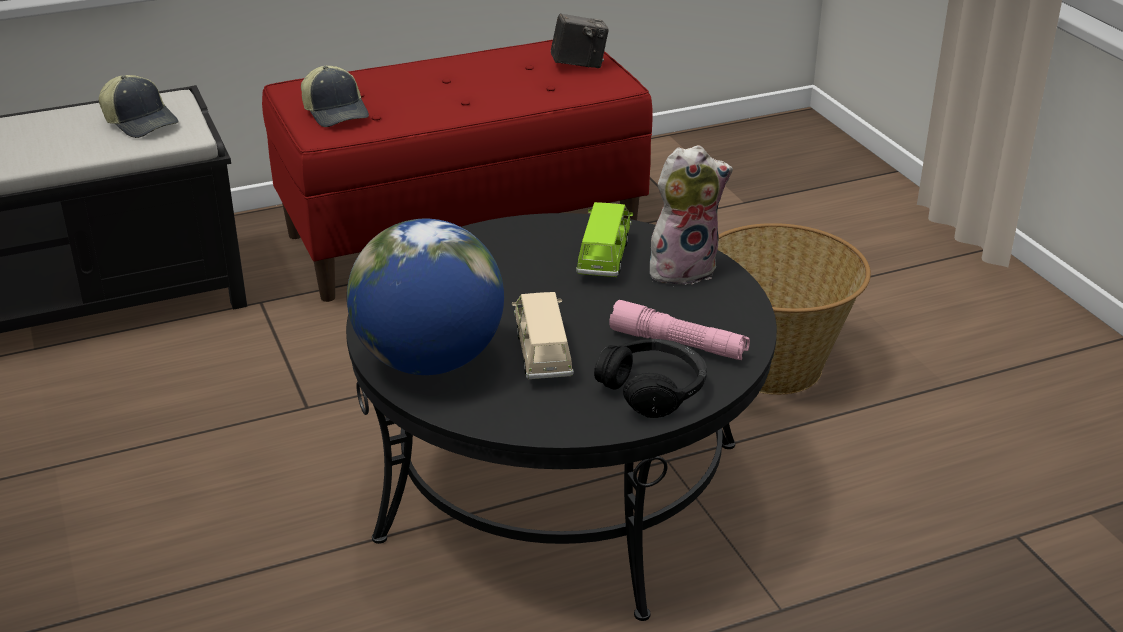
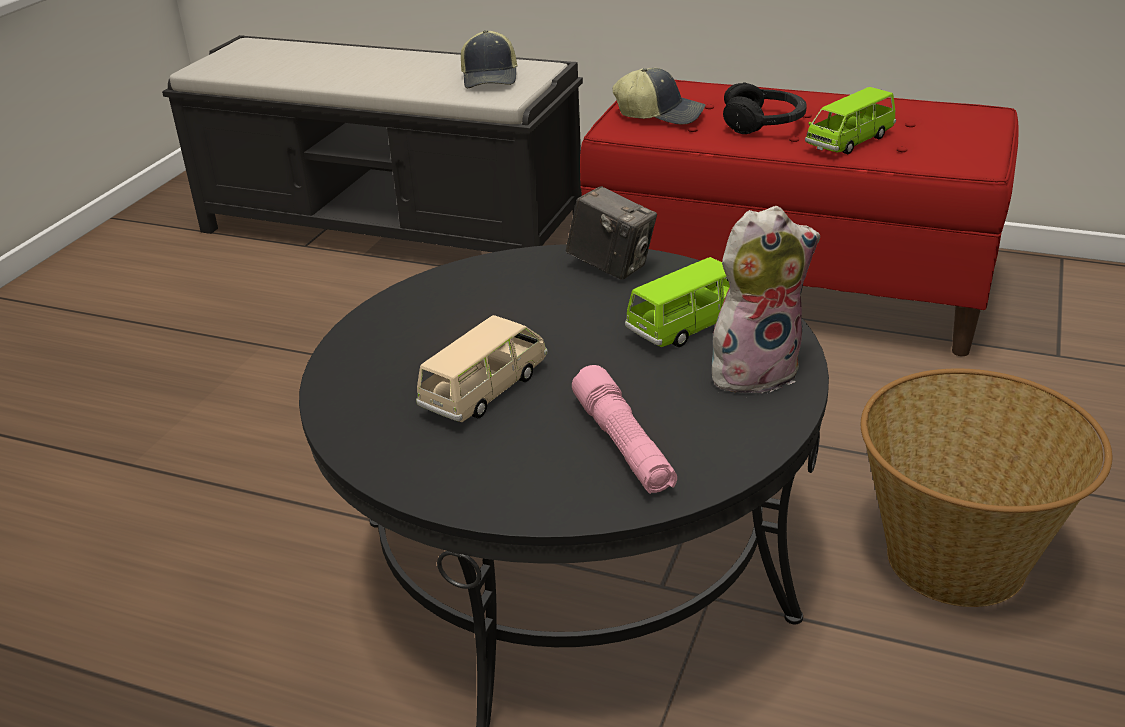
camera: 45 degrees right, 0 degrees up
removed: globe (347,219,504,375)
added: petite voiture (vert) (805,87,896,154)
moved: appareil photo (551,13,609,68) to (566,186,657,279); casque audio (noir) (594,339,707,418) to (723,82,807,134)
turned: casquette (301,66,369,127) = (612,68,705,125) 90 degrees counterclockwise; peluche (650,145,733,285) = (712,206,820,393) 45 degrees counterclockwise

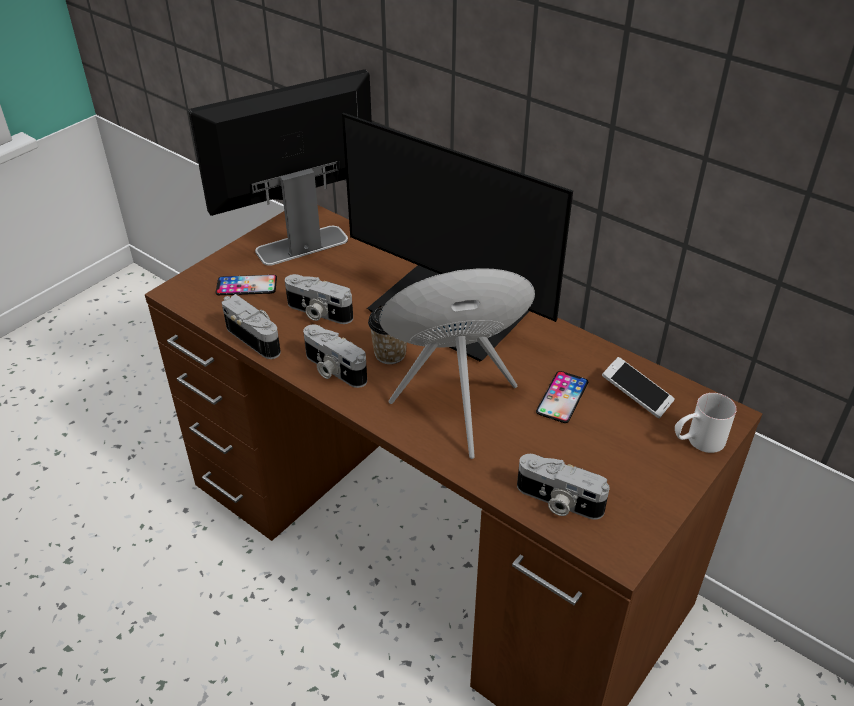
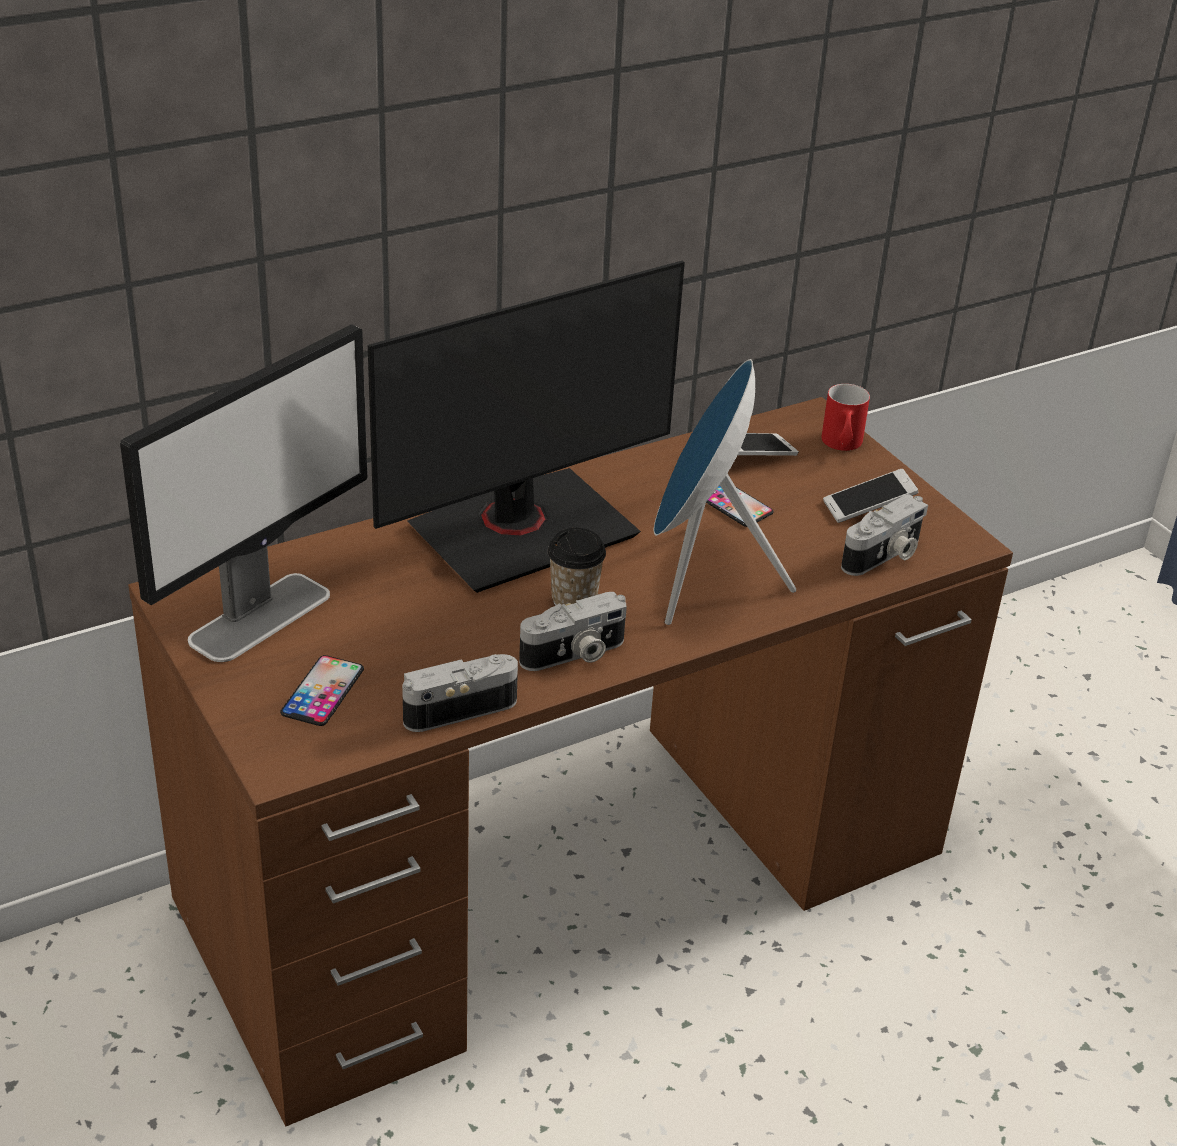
camera: 70 degrees left, 5 degrees down
removed: appareil photo (285,274,353,324)
added: téléphone (823,469,918,523)
recoloured: mug (blanc) (675,393,737,453) to mug (rouge) (821,384,870,451)
turned: écran d'ordinateur (188,69,372,266) = (120,324,367,662) 135 degrees counterclockwise

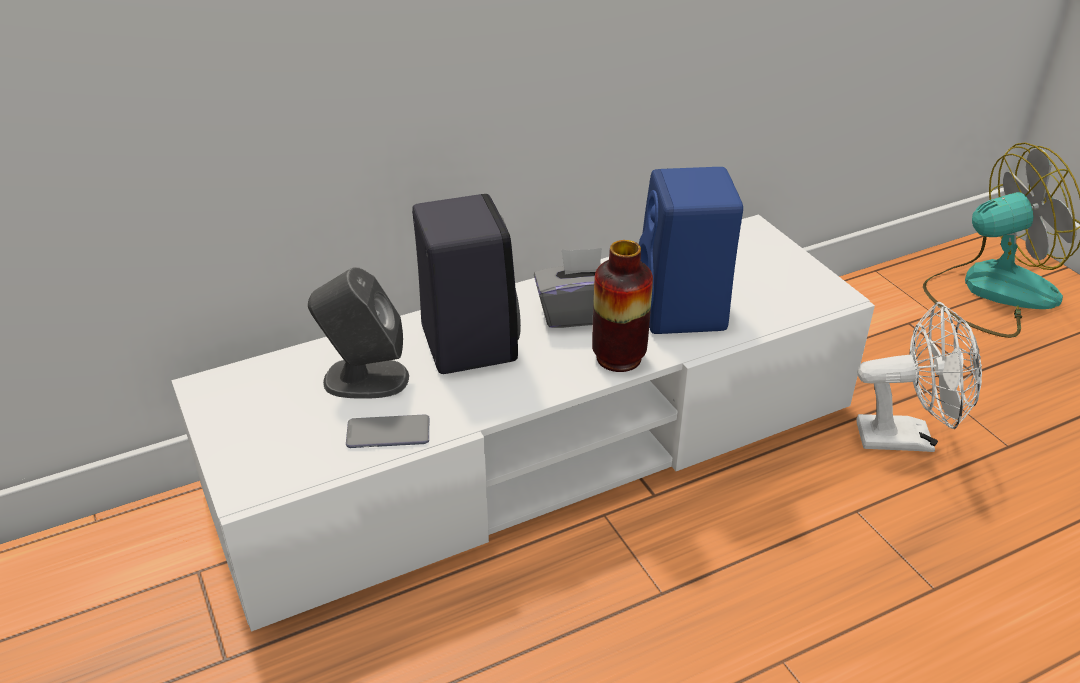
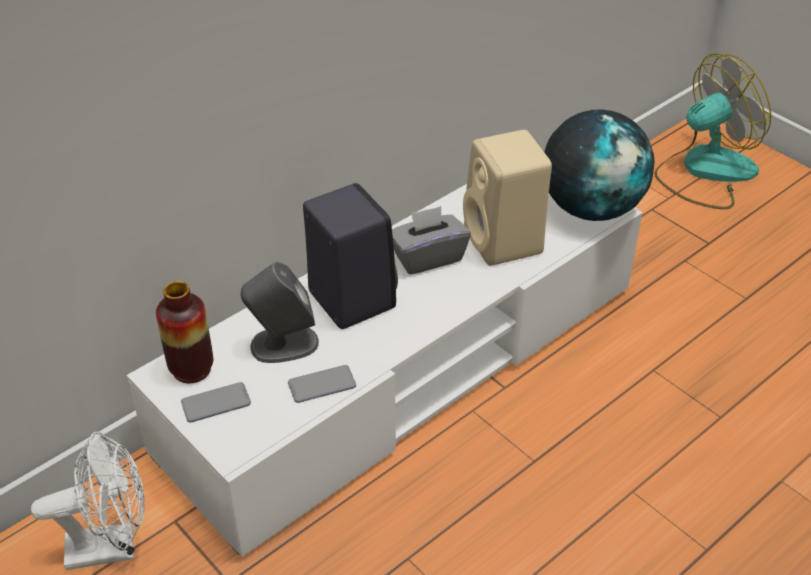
camera: 15 degrees left, 5 degrees up
added: téléphone (181,382,251,422); globe (544,109,655,221)
moved: vase (592,240,653,372) to (156,281,213,383); ventilateur (blanc) (856,302,982,452) to (31,432,145,570)
recoloured: enceinte (bleu) (639,167,743,334) to enceinte (beige) (463,130,552,266)

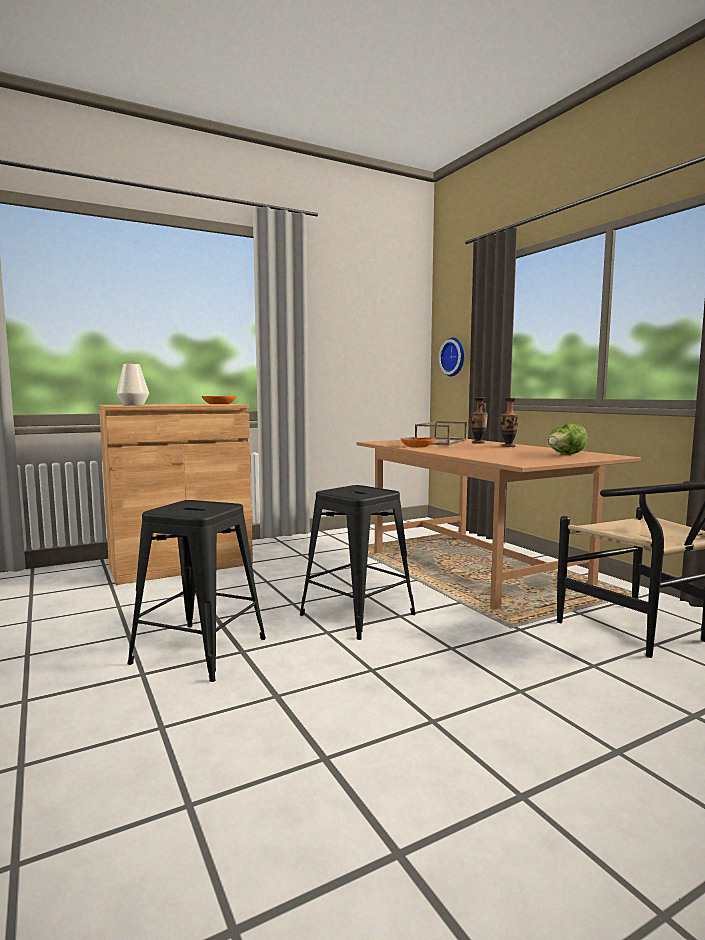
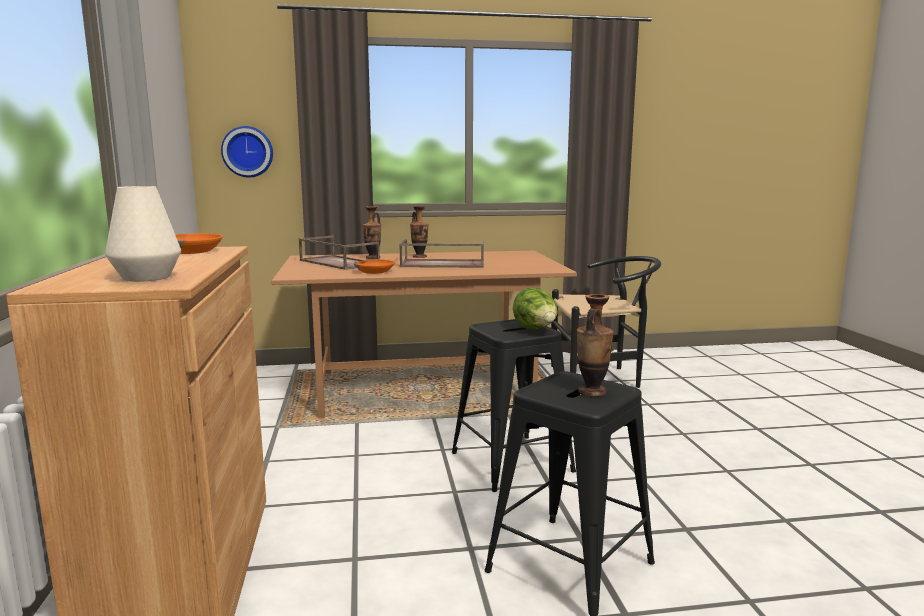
camera: 70 degrees left, 5 degrees up
added: plateau (marron) (399,239,484,268); vase (577,294,614,396)
moved: laitue (548,422,588,455) to (513,287,558,329)

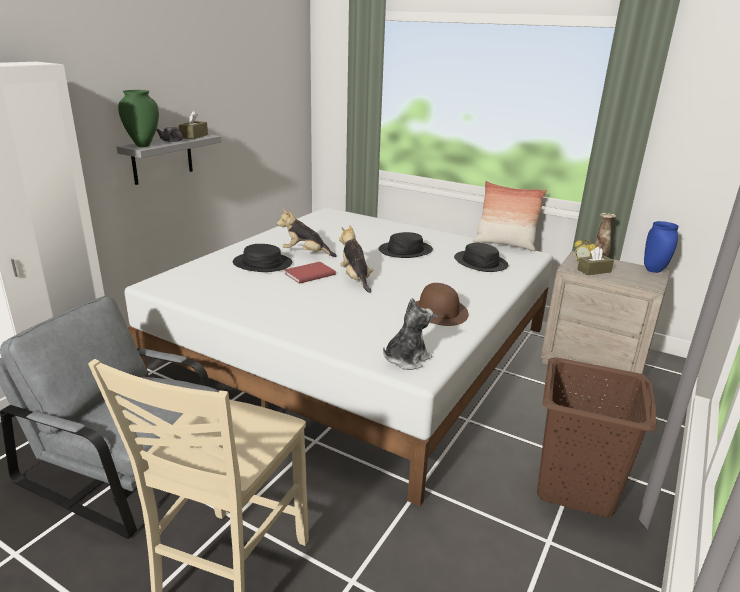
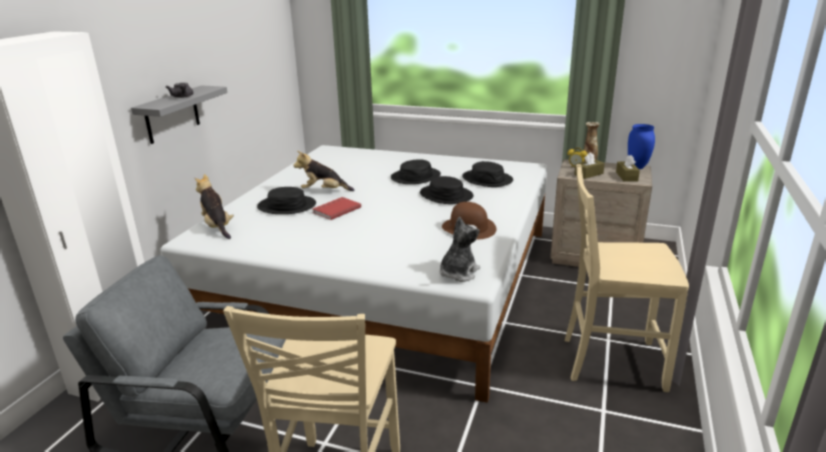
camera: 10 degrees left, 0 degrees up
removed: vase (vert) (118,90,159,147); coussin (473,181,547,251)
added: chapeau (noir) (420,176,473,204)
moved: boîte à mouchoirs (marron) (179,111,208,139) to (616,155,640,182); peluche (339,225,373,293) to (195,174,234,239)
replaced: panier à linge (marron) (537,357,657,517) to chaise (beige) (565,164,689,392)

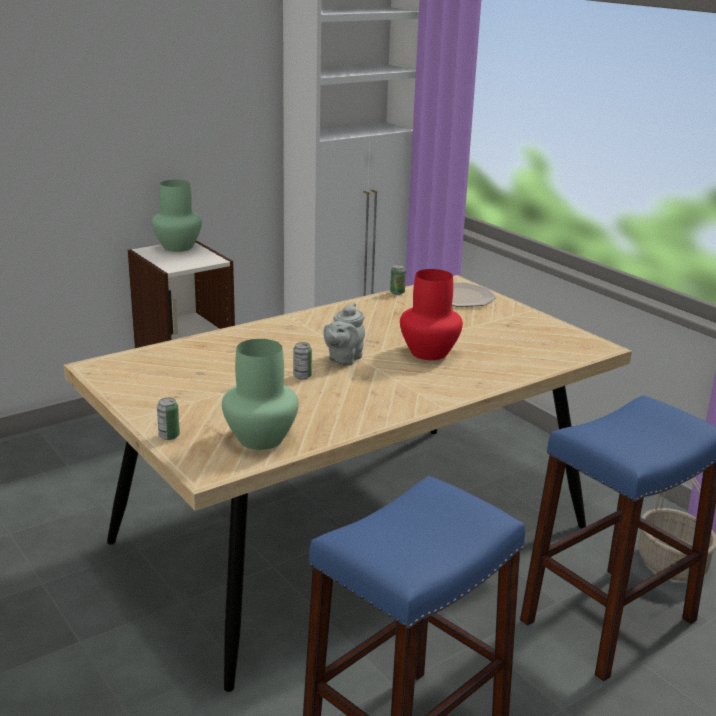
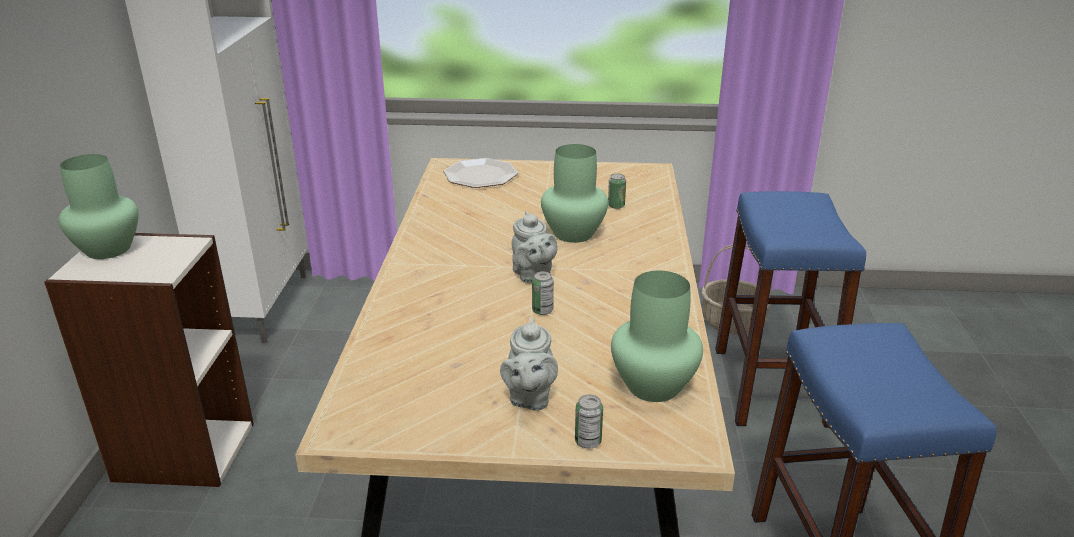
camera: 50 degrees left, 5 degrees up
added: théière (gris) (500,318,558,411)
moved: boîte métallique (390,265,406,295) to (608,173,626,209)
recoloured: vase (rouge) (400,269,463,360) to vase (vert) (541,144,608,243)

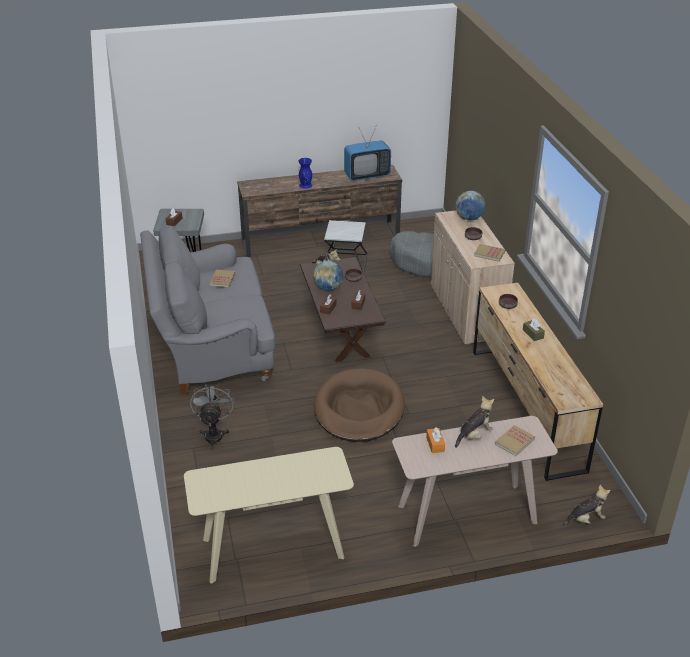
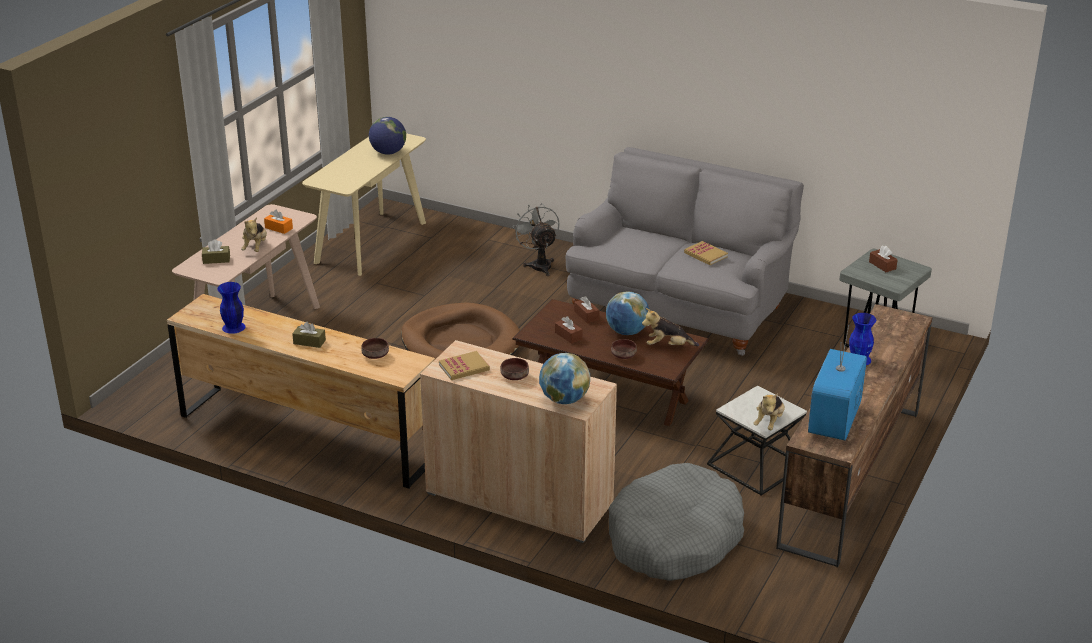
camera: 130 degrees right, 5 degrees down
added: vase (bleu) (217,282,246,334); globe (369,117,406,155)
moved: peluche (563,485,611,527) to (753,393,785,430)
replaced: livre (495,425,535,456) to boîte à mouchoirs (marron) (202,240,230,264)
turned: ventilateur (gris) (190,383,234,449) = (512,203,560,276) 150 degrees counterclockwise

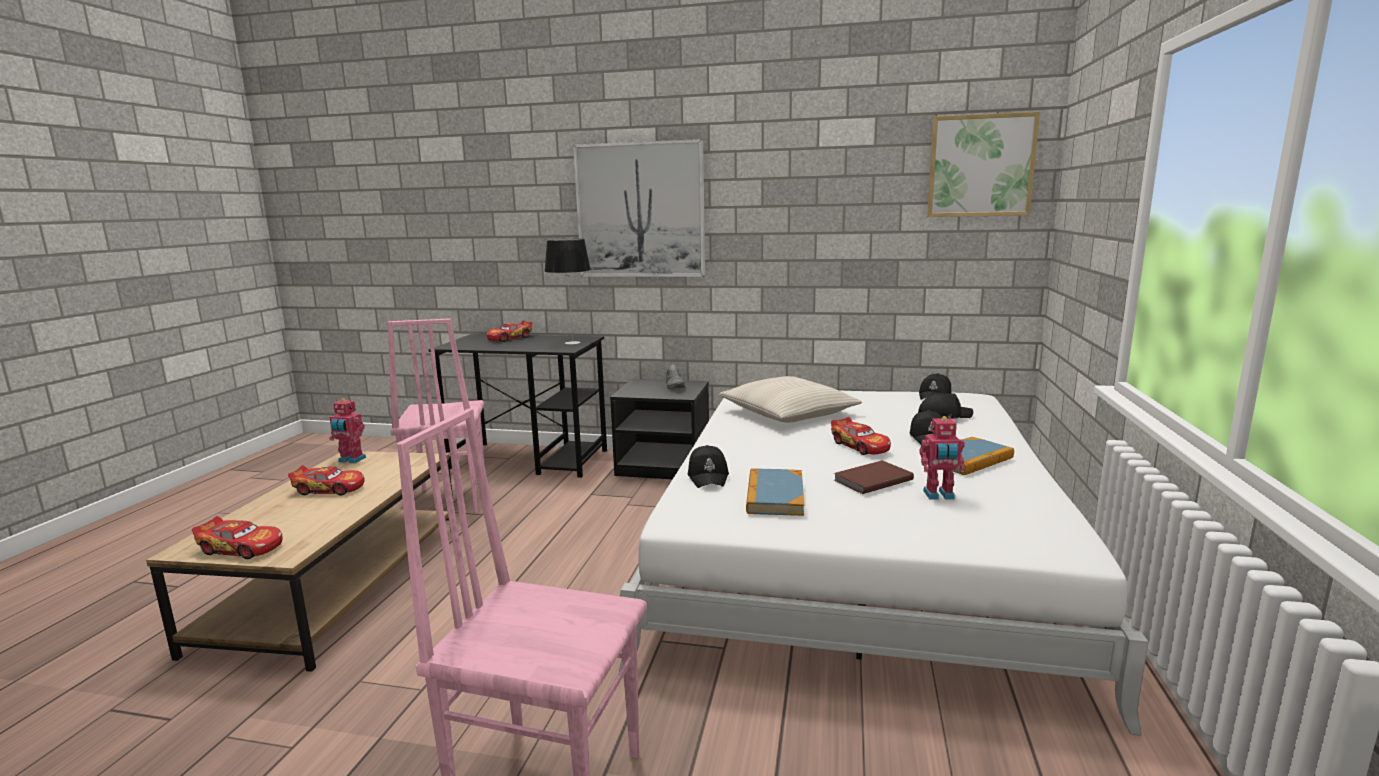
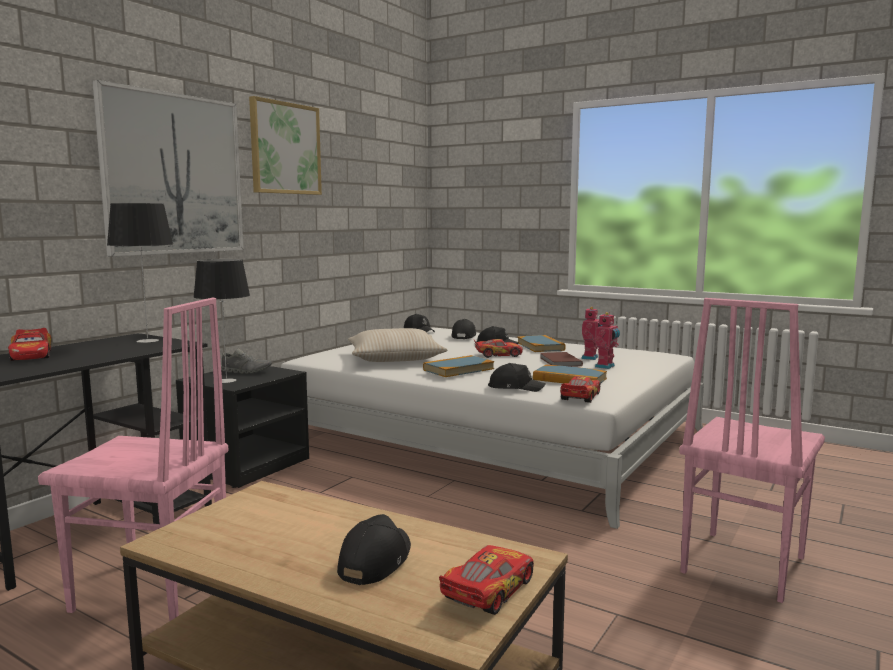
camera: 70 degrees left, 5 degrees down
added: lampe de table (193,259,250,383); casquette (noir) (337,514,411,585); livre (423,355,494,377)
moved: petite voiture (288,465,365,496) to (560,376,600,403); robot jouet (329,399,366,463) to (595,312,620,369); tableau (927,112,1040,217) to (249,96,322,195)

